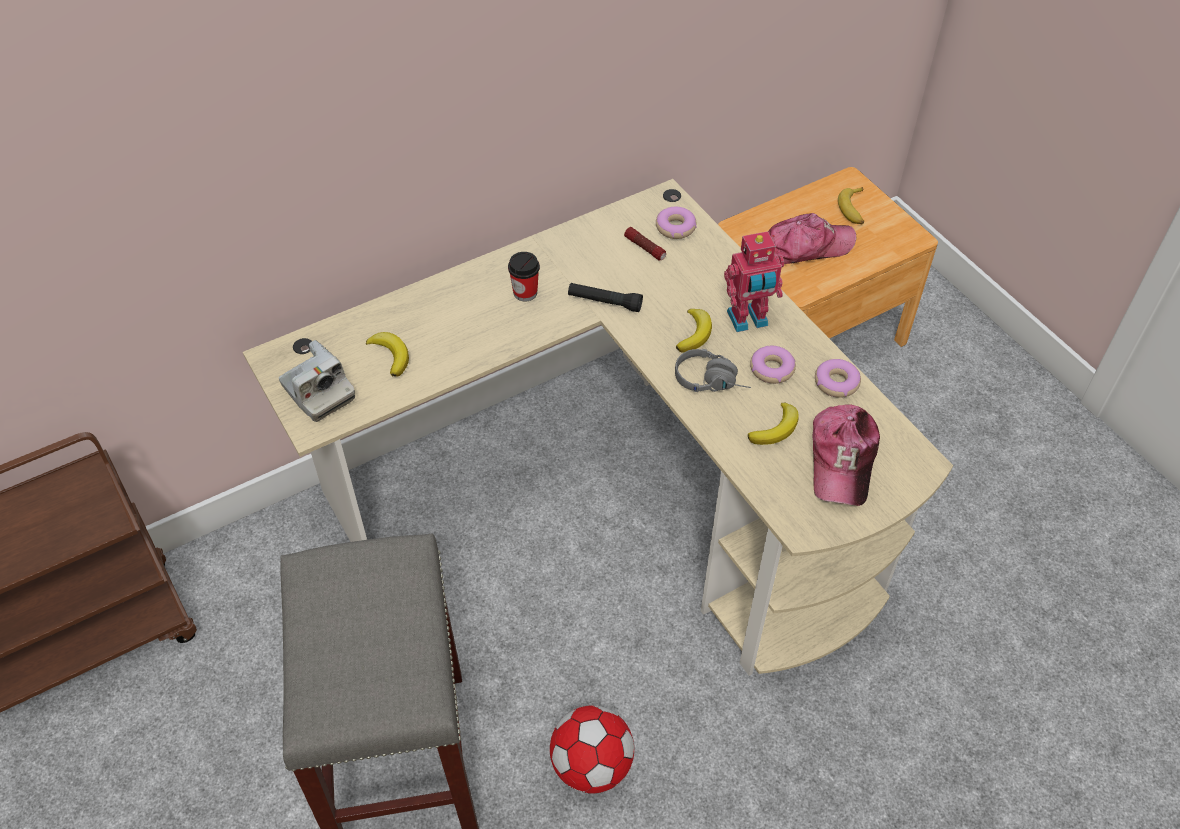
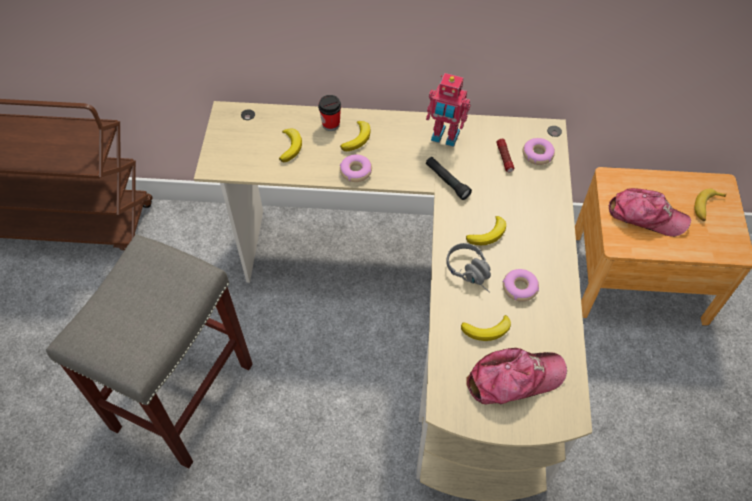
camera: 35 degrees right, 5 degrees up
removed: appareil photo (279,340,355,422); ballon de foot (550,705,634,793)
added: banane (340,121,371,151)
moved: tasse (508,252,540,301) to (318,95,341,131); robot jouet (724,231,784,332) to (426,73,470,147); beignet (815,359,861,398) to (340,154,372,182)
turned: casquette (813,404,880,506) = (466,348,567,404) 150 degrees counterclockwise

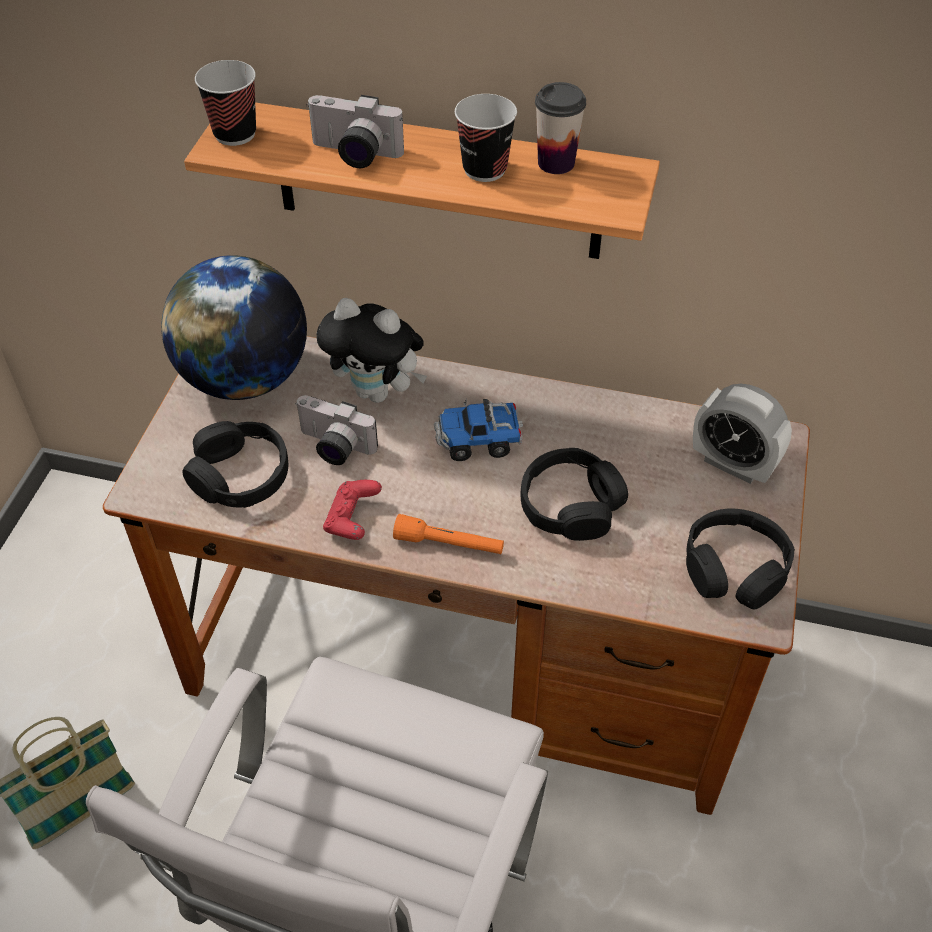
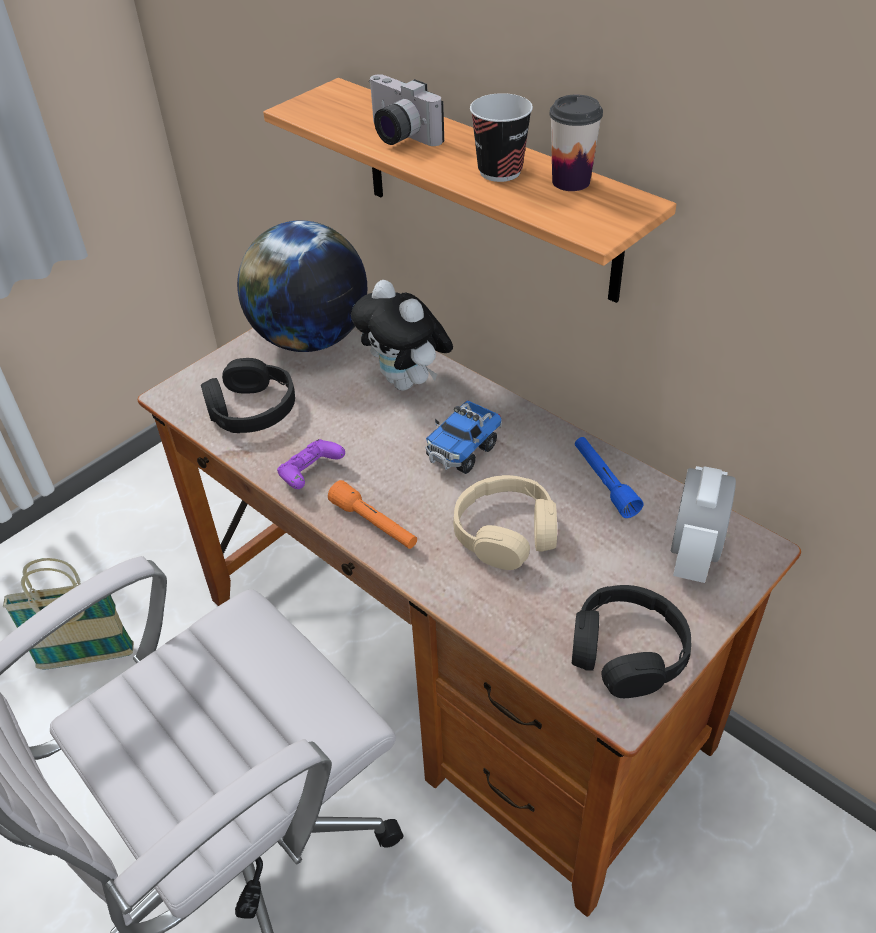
camera: 30 degrees right, 5 degrees down
removed: tasse (195,60,256,146); appareil photo (295,395,378,465)
added: lampe de poche (bleu) (575,437,644,518)
recoloured: manette (rouge) (323,480,382,540) to manette (violet) (277,439,345,489); casque audio (noir) (521,448,628,541) to casque audio (beige) (453,475,557,570)
turned: camion jouet (434,398,523,461) = (425,401,502,474) 75 degrees counterclockwise; réveil (693,384,792,484) = (671,466,736,583) 45 degrees clockwise

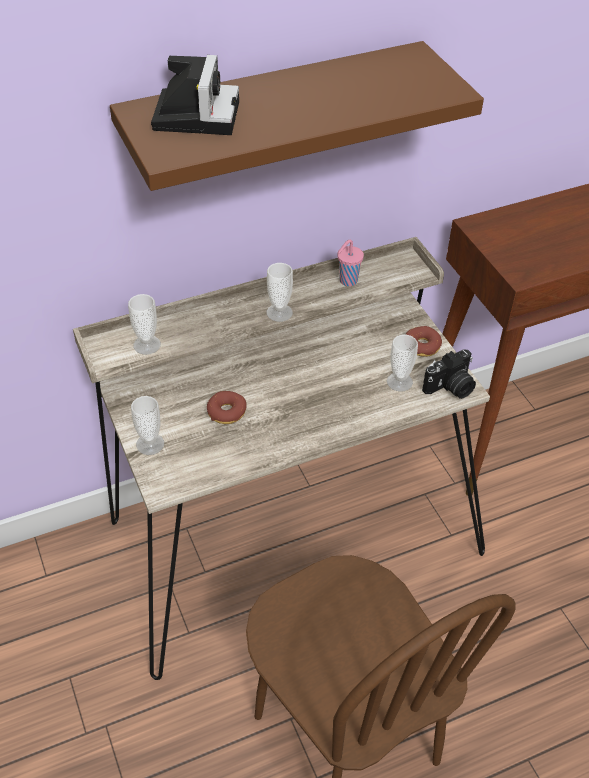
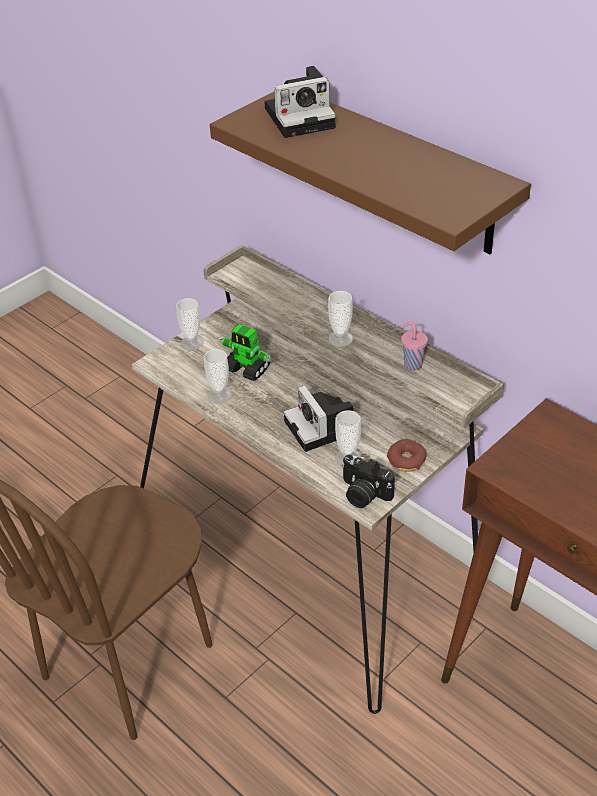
camera: 70 degrees right, 5 degrees down
added: appareil photo (284,385,353,452)
moved: tasse (128,294,161,355) to (204,349,232,404)
replaced: beignet (207,391,247,424) to robot jouet (220,324,272,381)

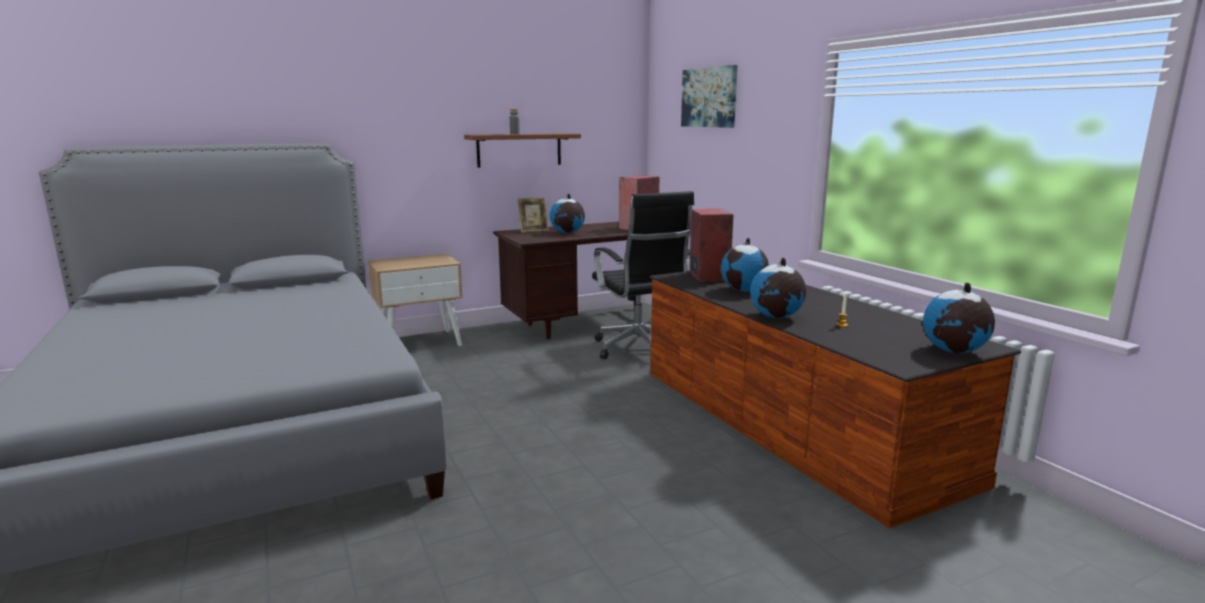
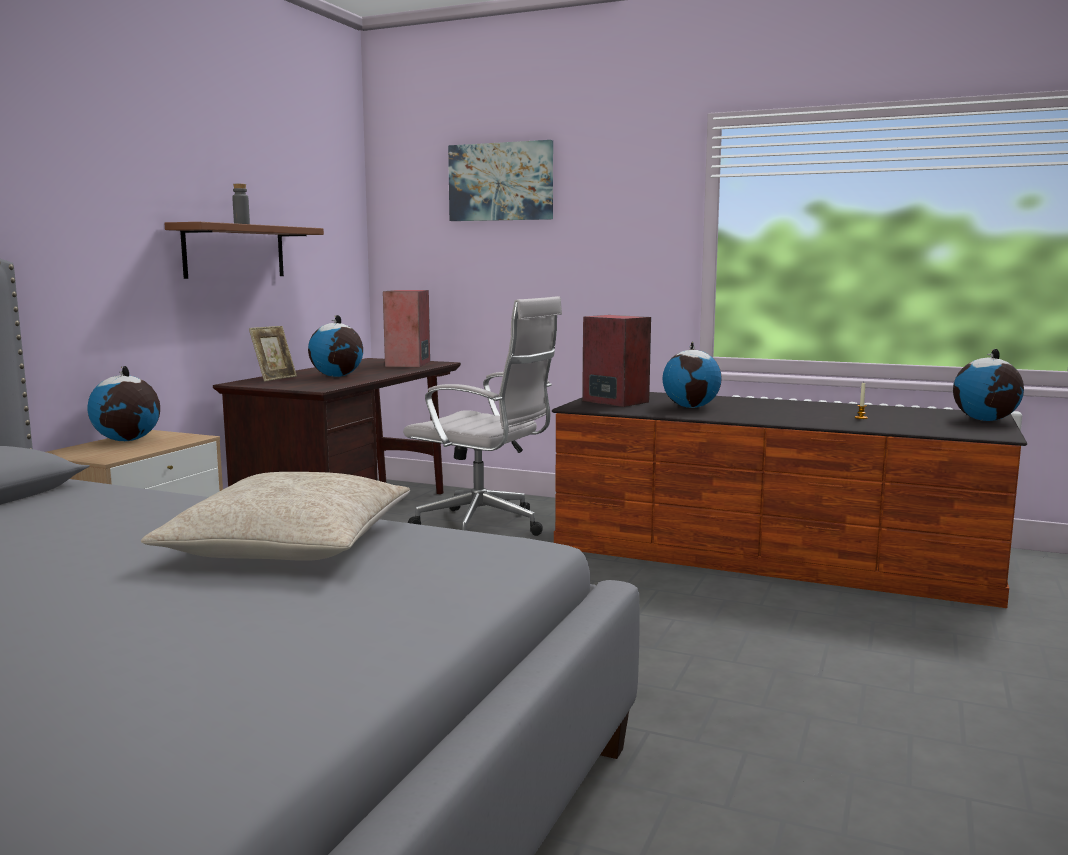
camera: 40 degrees left, 5 degrees down
added: coussin (beige) (141,472,410,561)
moved: globe (750,258,806,318) to (87,366,160,441)
recoloured: chaise de bureau (noir) (592,191,694,359) to chaise de bureau (blanc) (403,296,562,536)

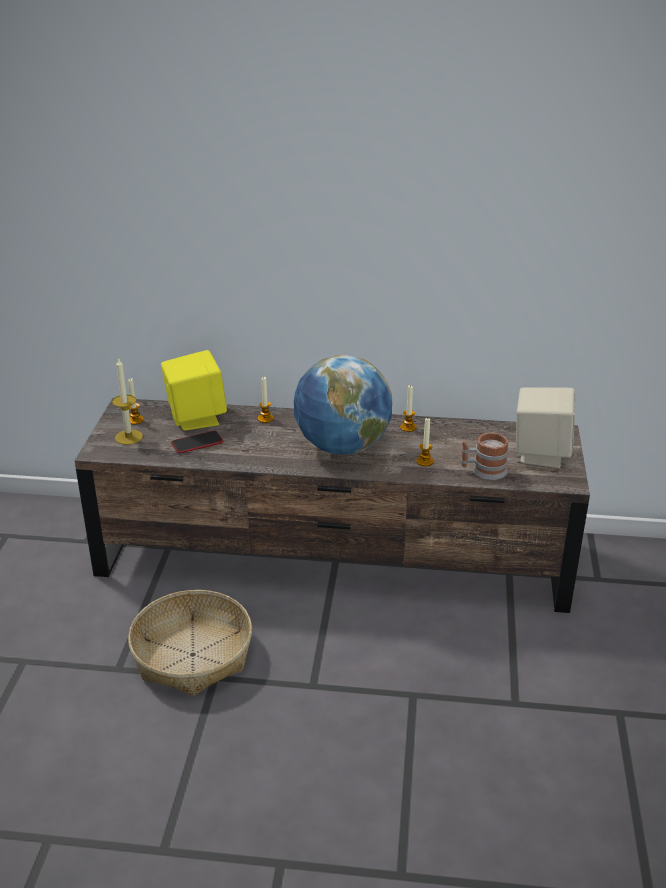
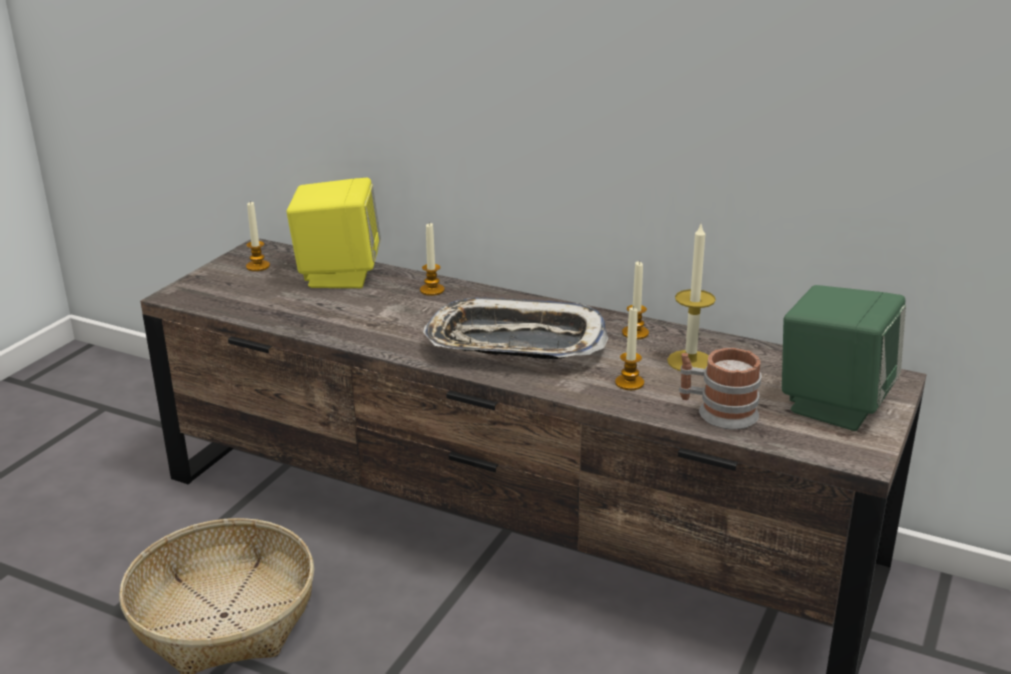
camera: 20 degrees right, 5 degrees down
removed: téléphone (171,431,223,453)
moved: bougie (112,357,143,445) to (667,224,716,371)
replaced: globe (294,355,392,455) to plateau (423,298,609,359)
recoloured: enceinte (beige) (516,387,576,468) to enceinte (vert) (782,285,906,431)

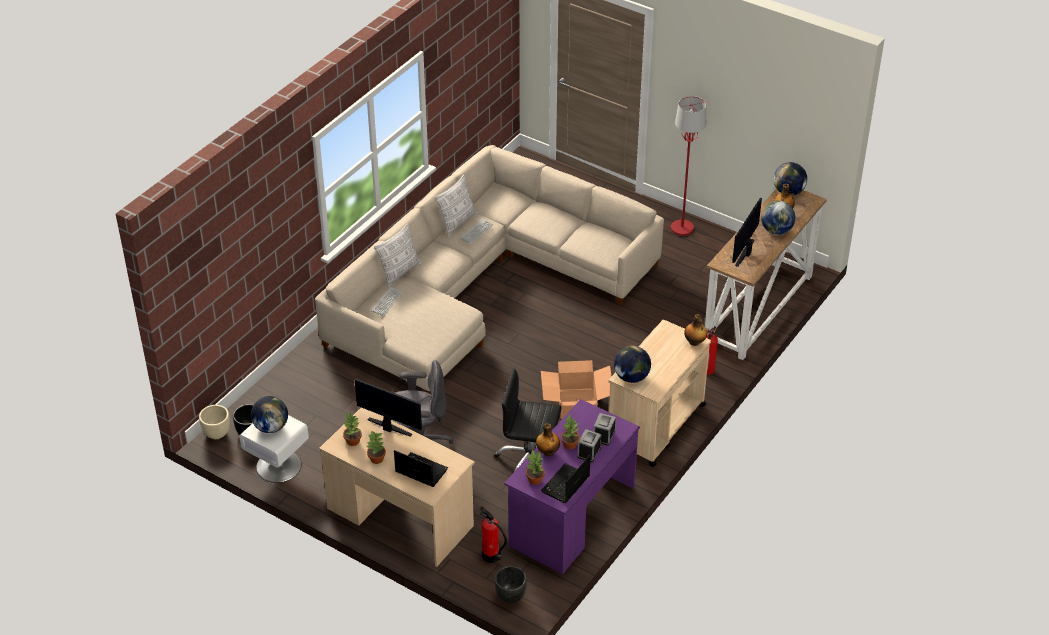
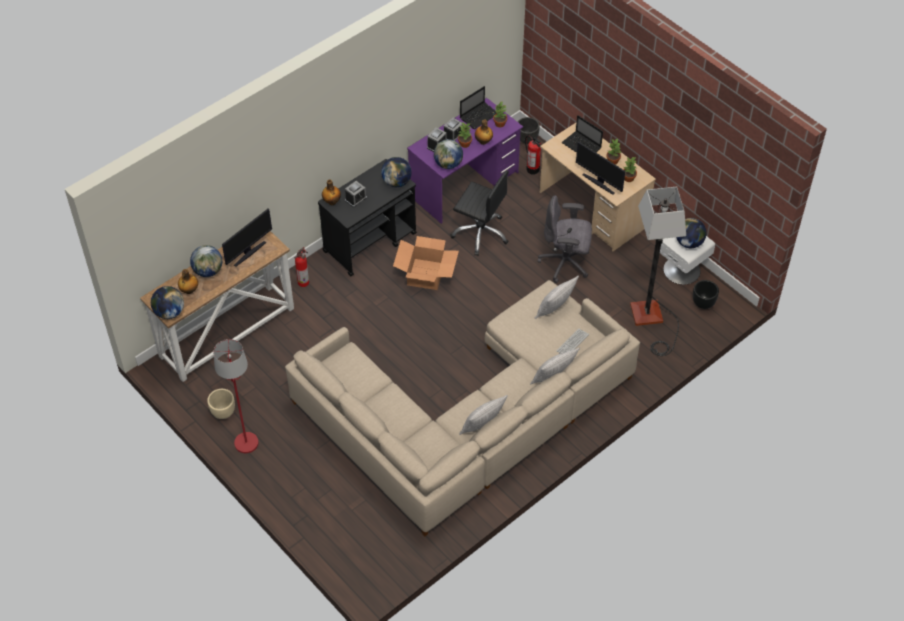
camera: 165 degrees left, 10 degrees up
removed: clavier (460,219,493,244)
added: réveil (345,181,367,207); globe (434,139,463,169); coussin (535,276,579,319); lampadaire (630,187,686,356)
moved: cache-pot (beige) (199,405,230,439) to (207,389,235,419)
recoloured: chariot (beige) (609,320,711,467) to chariot (noir) (318,159,417,276)

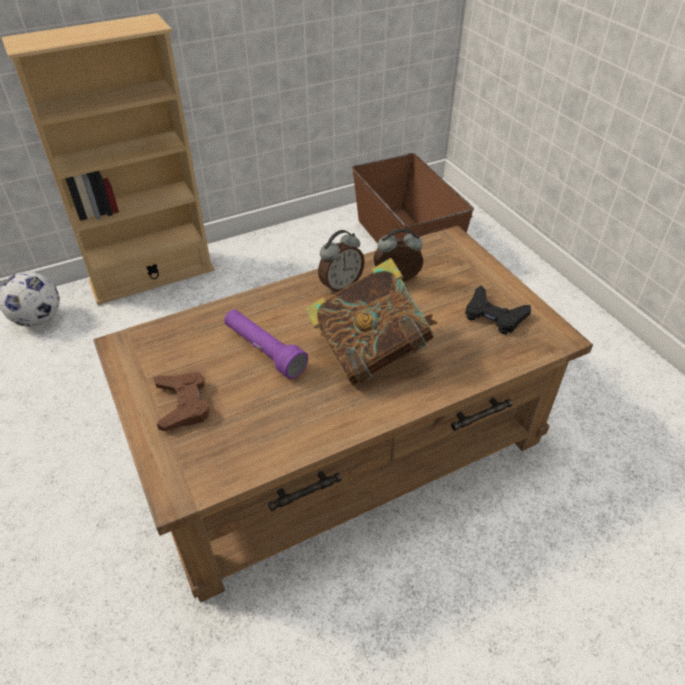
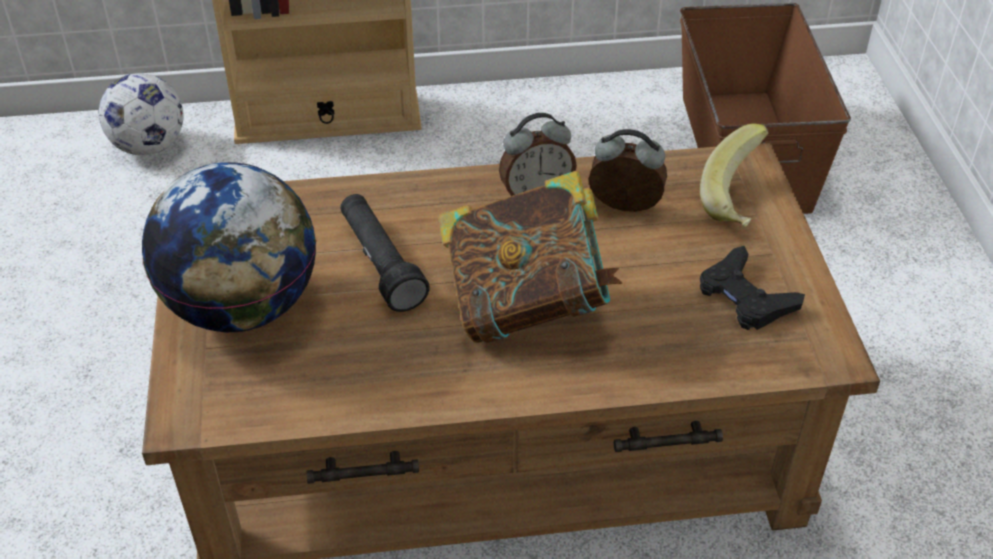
camera: 20 degrees right, 0 degrees up
added: banane (700,124,768,227)
replaced: manette (marron) (153,372,210,431) to globe (142,162,316,332)
recoloured: lampe de poche (violet) (224,309,308,379) to lampe de poche (noir) (340,194,430,312)

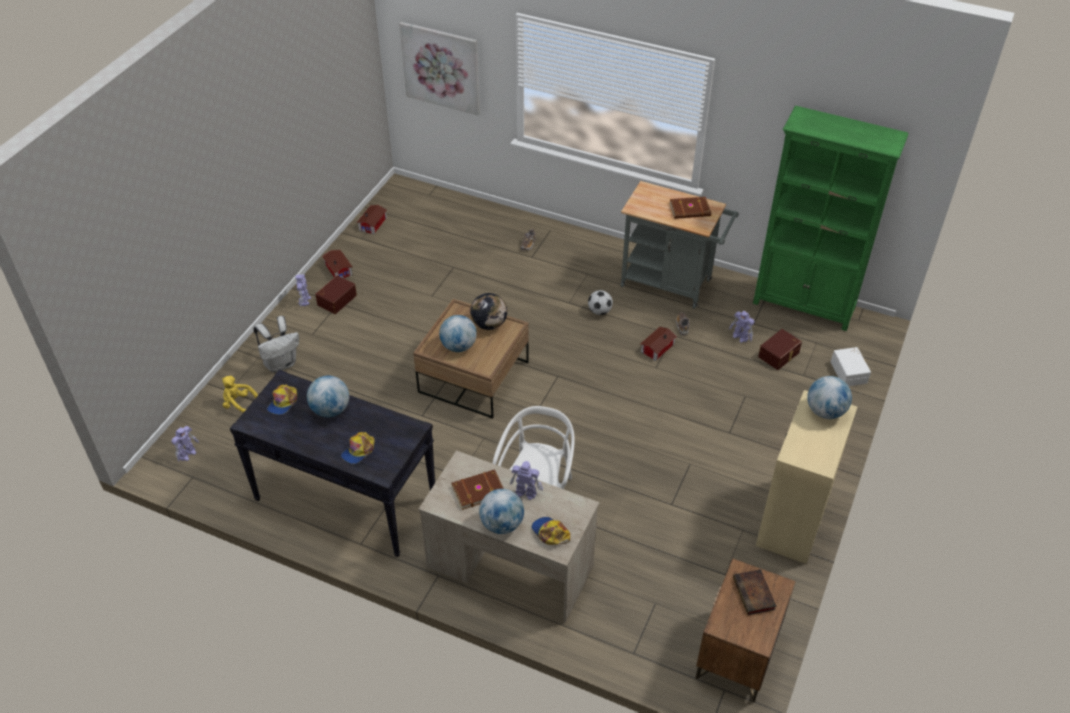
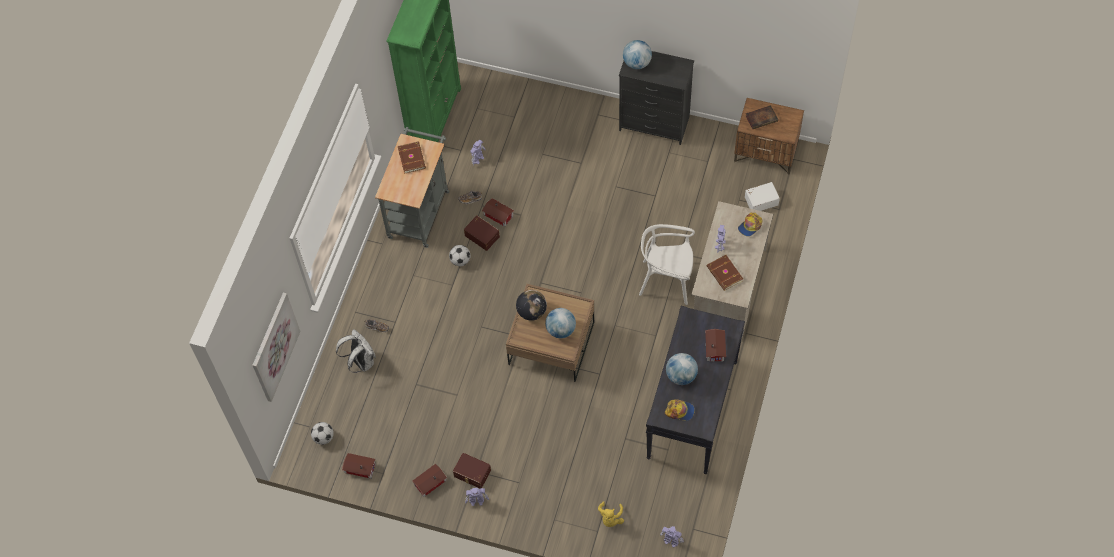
camera: 95 degrees left, 15 degrees up
removed: globe (479,489,524,534)
added: ballon de foot (311,422,334,445)
moved: sac à dos (blanc) (253,316,299,372) to (336,329,376,373); boîte de rangement (marron) (758,329,802,370) to (464,215,500,251); boîte de rangement (blanc) (831,347,871,386) to (745,182,780,211)
replaced: casquette (341,432,375,464) to maison miniature (705,329,726,362)
recoloured: commode (beige) (756,390,857,564) to commode (noir) (619,51,694,145)

